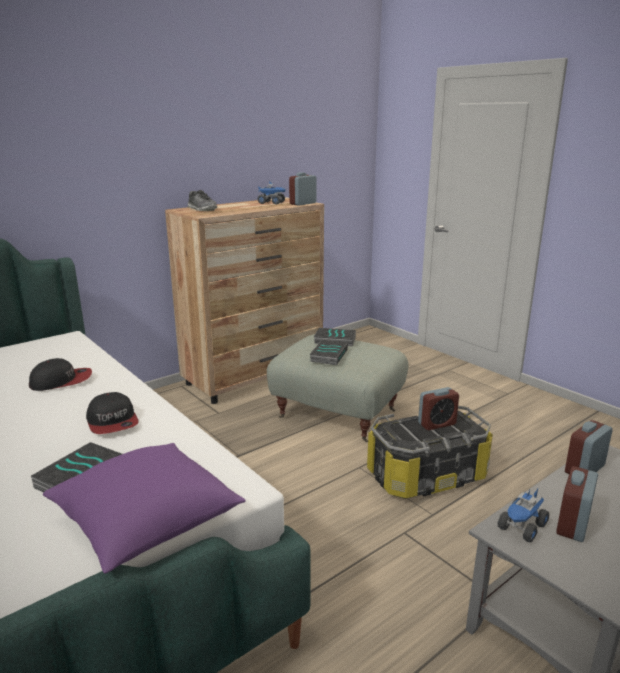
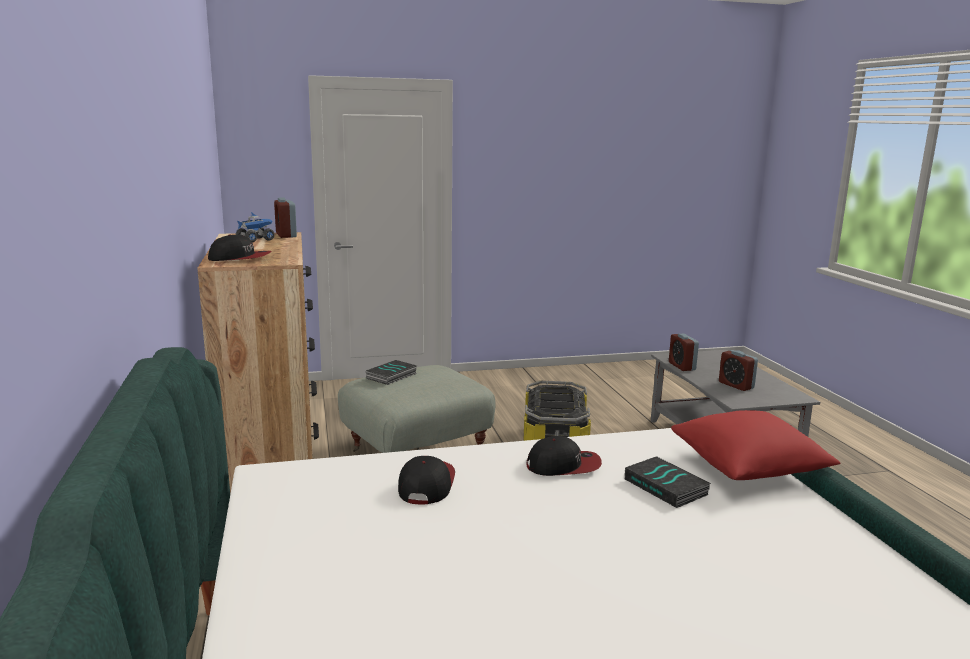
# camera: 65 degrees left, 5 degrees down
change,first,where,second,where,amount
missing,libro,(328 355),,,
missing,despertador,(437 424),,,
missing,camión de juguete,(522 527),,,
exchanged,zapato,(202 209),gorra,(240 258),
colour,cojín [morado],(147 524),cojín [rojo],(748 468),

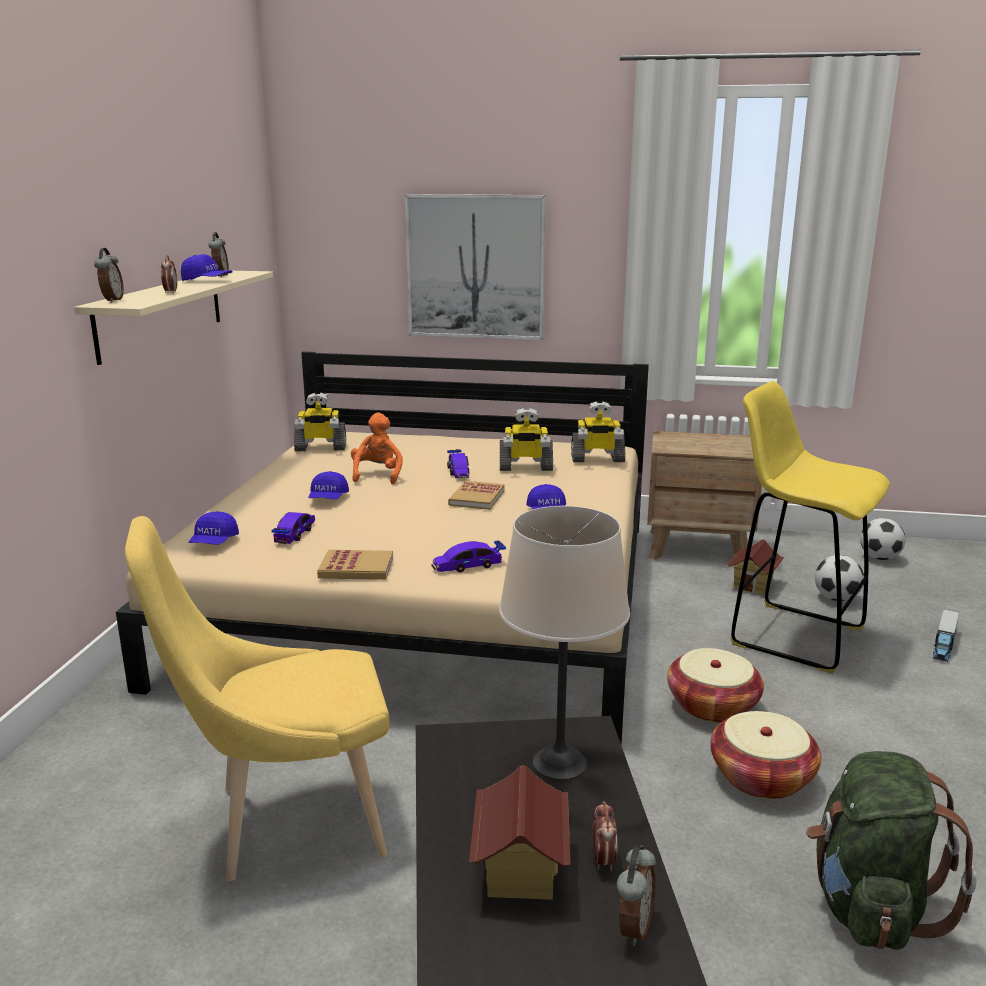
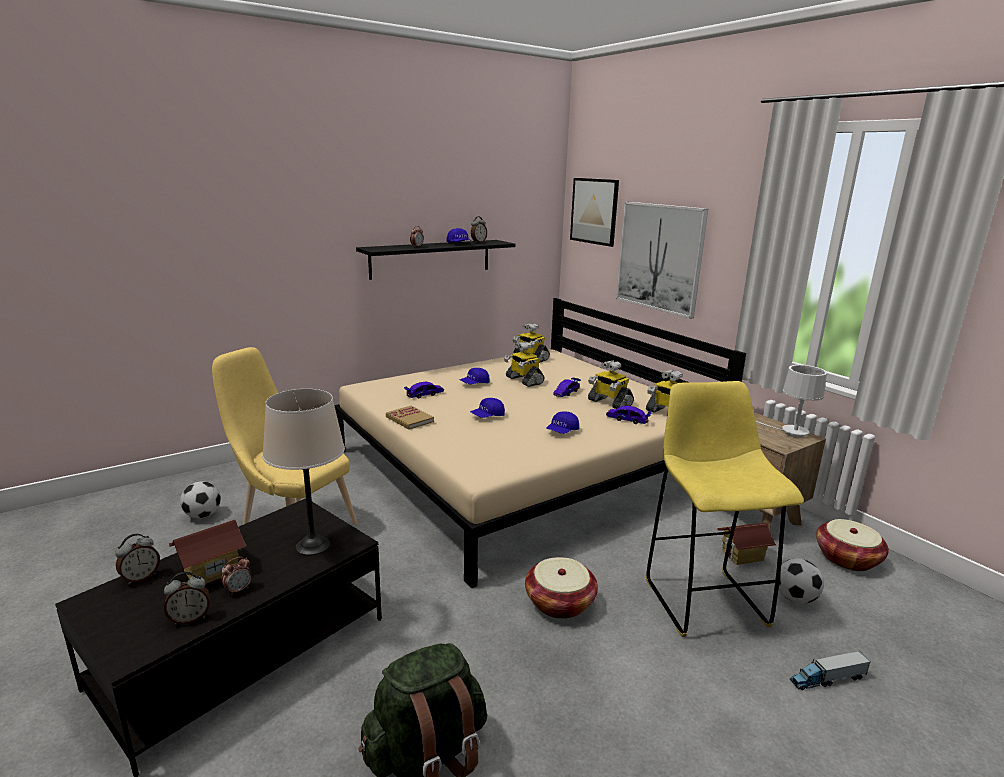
# camera: 45 degrees right, 0 degrees up
change,first,where,second,where,amount
missing,libro,(476 498),,,
appeared,,,cuadro,(594 211),
appeared,,,lámpara de mesa [blanco],(786 431),
relocated,despertador,(112 300),,(141 577),
relocated,gorra [azul],(214 542),,(487 416),
relocated,coche de juguete,(468 566),,(627 420),
relocated,cesta,(761 777),,(847 559),
relocated,balón de fútbol,(879 558),,(203 515),
exchanged,peluche [naranja],(377 475),robot de juguete,(523 380),
colour,estante [beis],(161 313),estante [negro],(431 258),

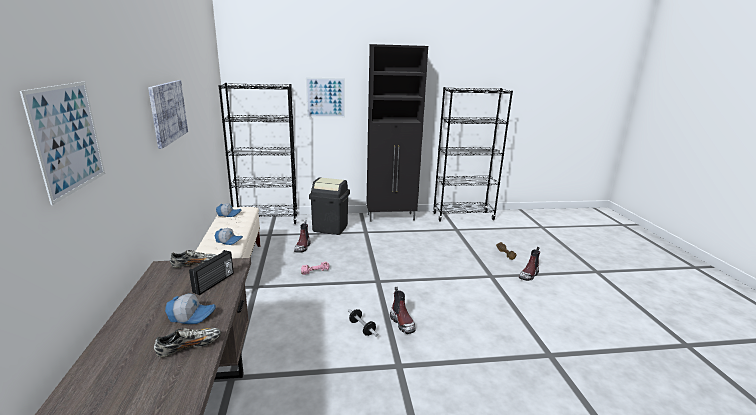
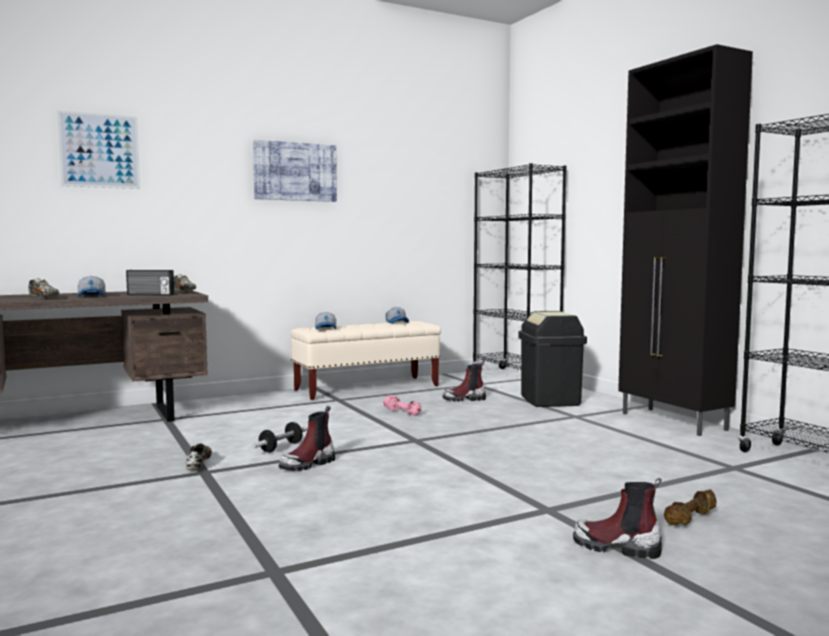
# camera: 70 degrees right, 15 degrees down
change,first,where,second,where,amount
missing,cuadro,(325 97),,,
appeared,,,zapato,(199 464),

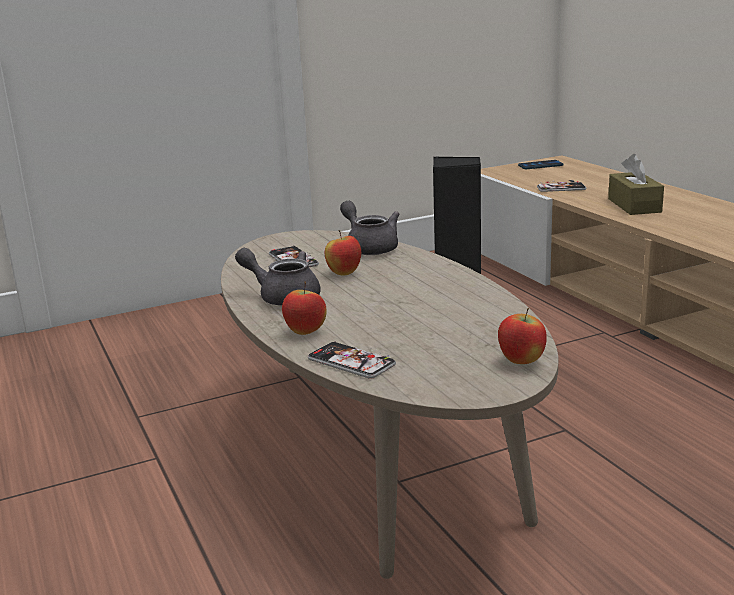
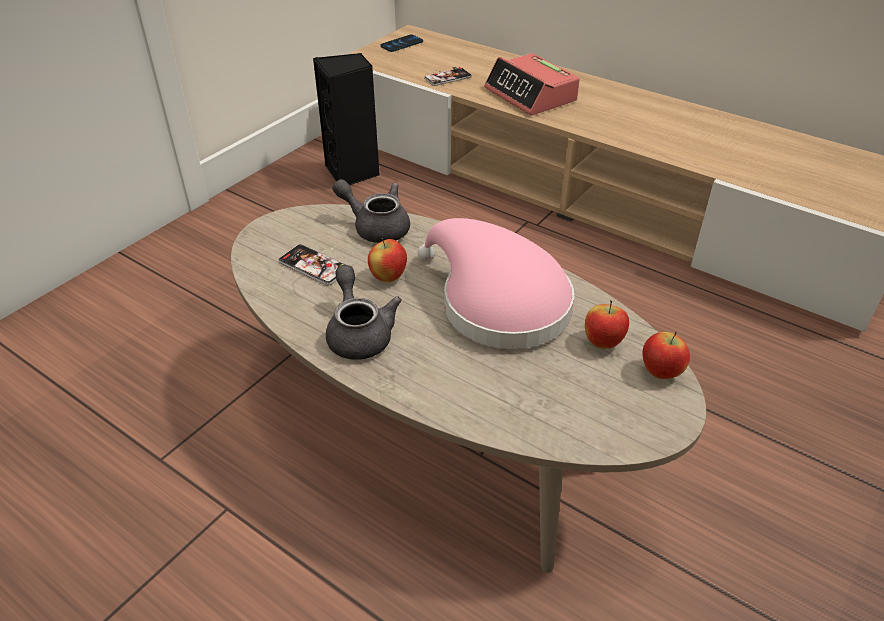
# camera: 30 degrees left, 20 degrees up
change,first,where,second,where,amount
missing,móvil,(351 362),,,
appeared,,,sombrero [rosa],(497 303),
relocated,manzana,(305 332),,(603 343),
exchanged,caja de pañuelos [marrón],(634 205),despertador,(531 95),
spun,tetera [gris],(283 297),,(359 333),75 degrees clockwise

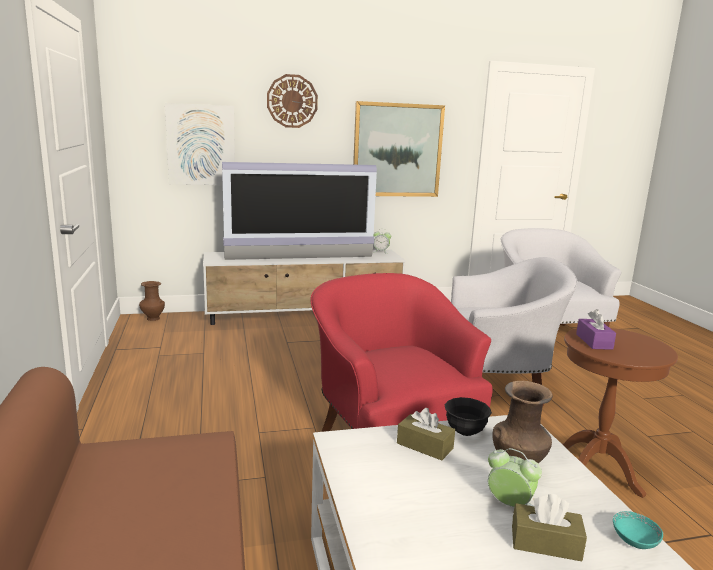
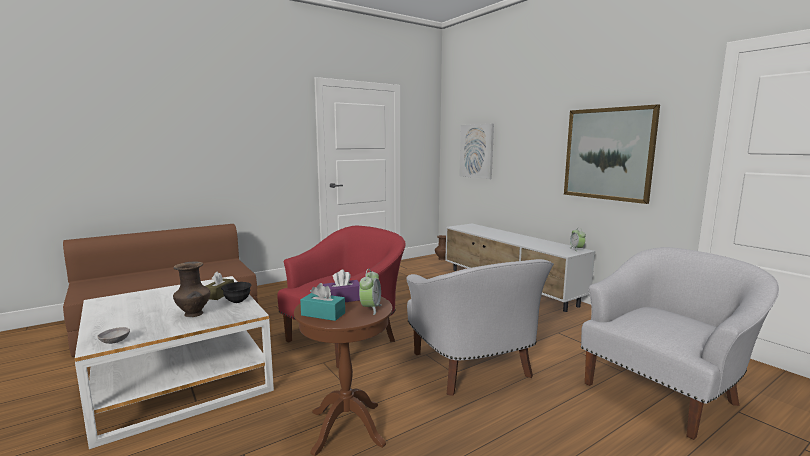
# camera: 70 degrees right, 5 degrees down
change,first,where,second,where,amount
missing,televisor,(300 258),,,
missing,reloj de pared,(292 101),,,
missing,caja de pañuelos [marrón],(545 543),,,
appeared,,,caja de pañuelos [turquesa],(323 314),
relocated,despertador,(509 504),,(370 308),
colour,cuenco [turquesa],(634 541),cuenco [gris],(115 341),

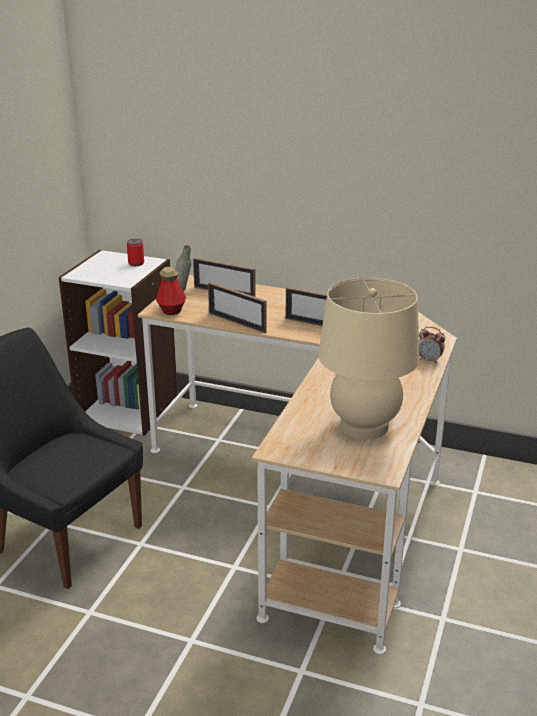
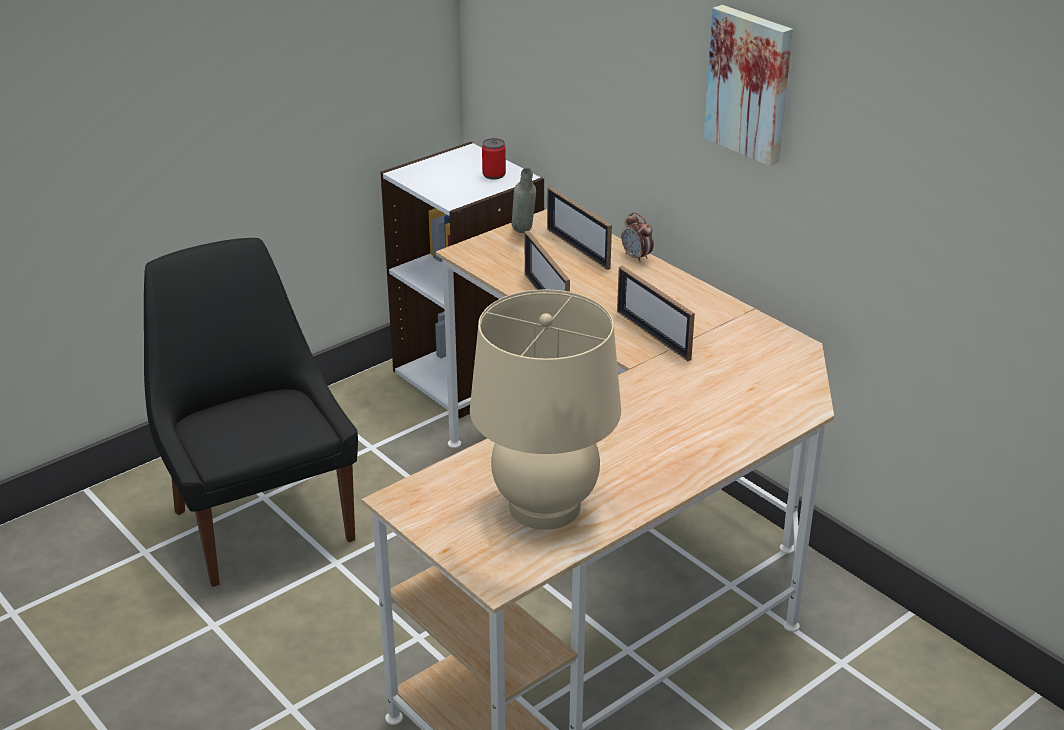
# camera: 30 degrees right, 5 degrees up
change,first,where,second,where,amount
missing,botella,(171 310),,,
appeared,,,cuadro,(750 84),
relocated,despertador,(429 360),,(636 257),

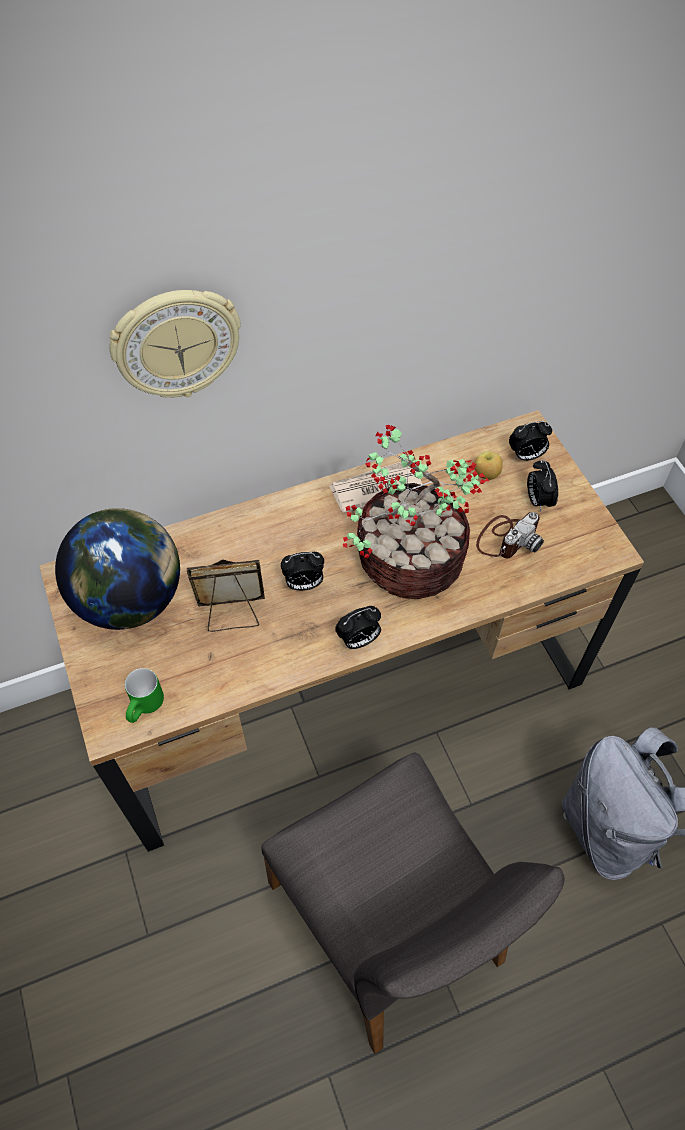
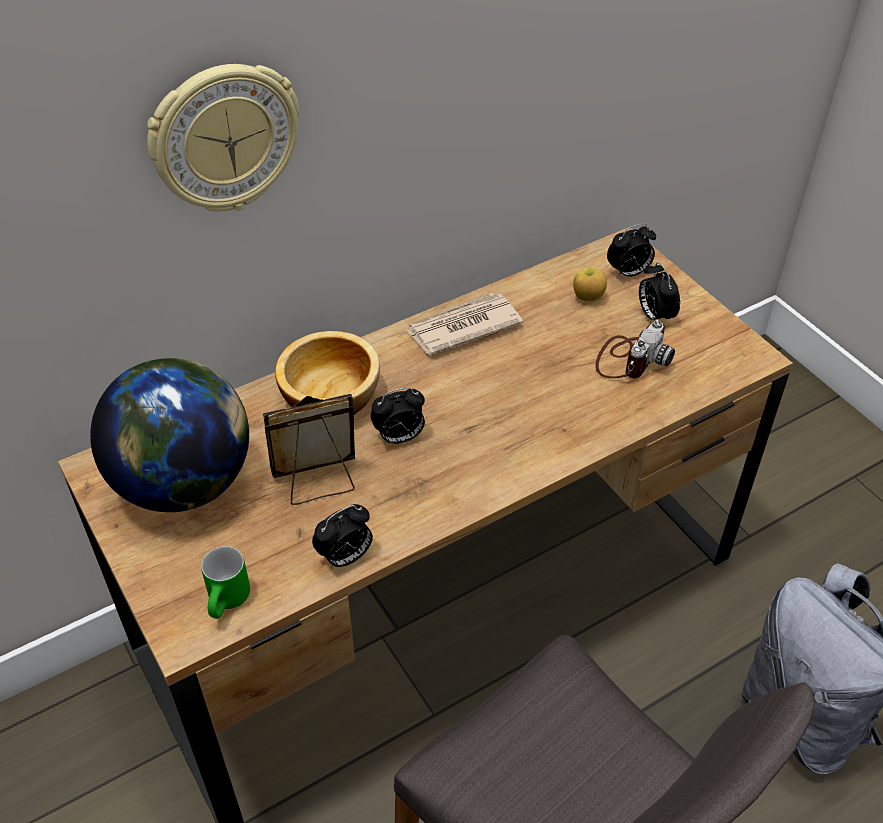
# camera: 10 degrees left, 10 degrees down
change,first,where,second,where,amount
missing,planta en maceta,(406 560),,,
appeared,,,cuenco,(331 396),
relocated,despertador,(358 640),,(345 557),

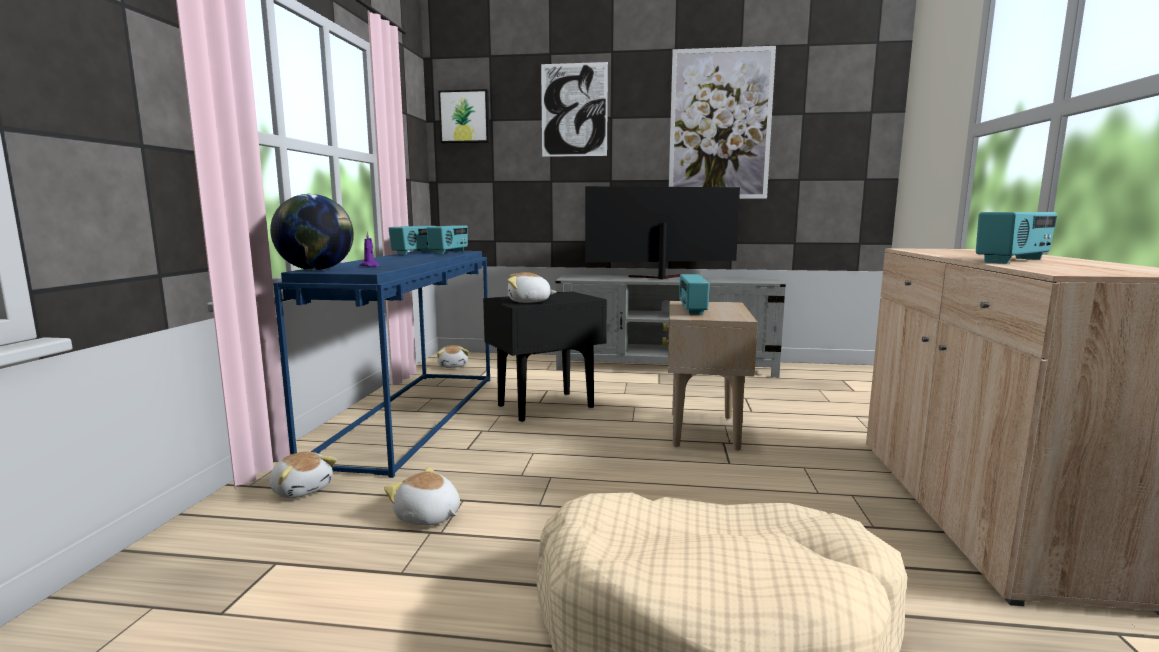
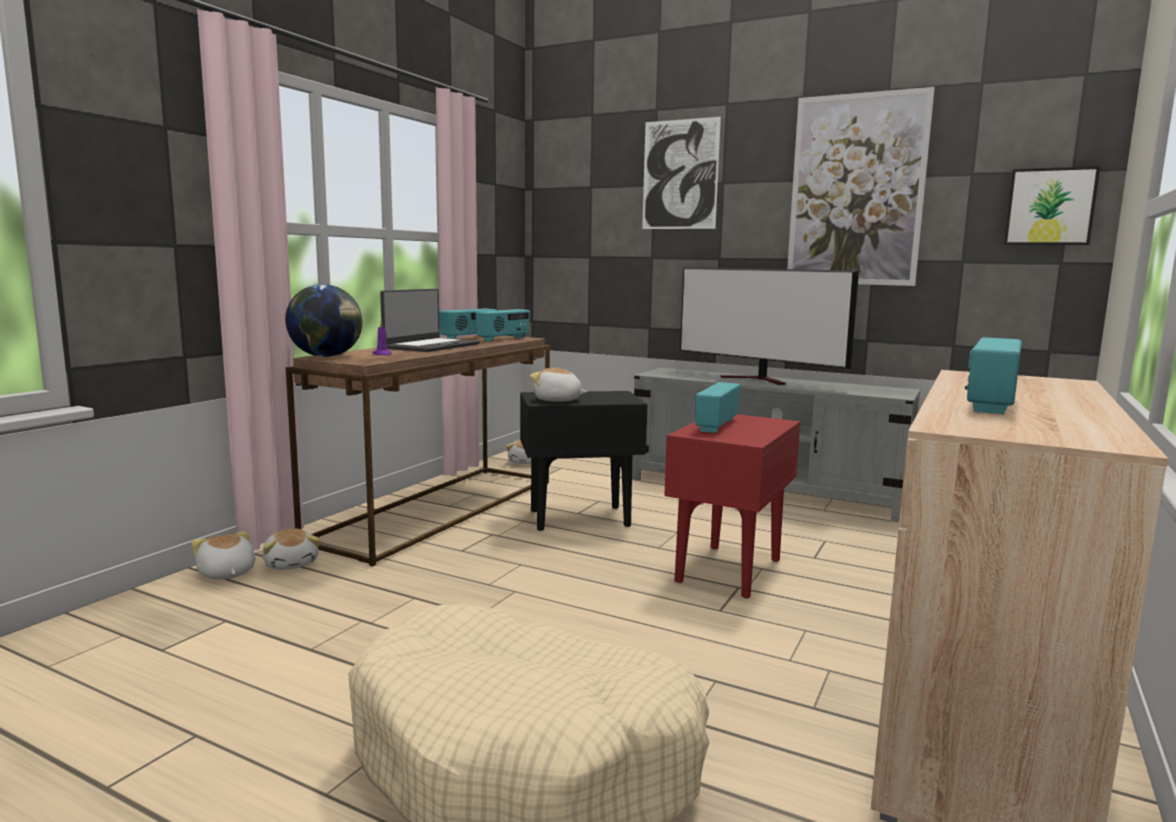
# camera: 20 degrees right, 0 degrees up
change,first,where,second,where,amount
appeared,,,portátil,(431 346),
relocated,peluche,(427 517),,(226 574),
relocated,cuadro,(465 117),,(1050 207),
colour,mesa consola [azul],(411 415),mesa consola [marrón],(439 509),
colour,mesa auxiliar [beis],(703 432),mesa auxiliar [rojo],(727 571),
spun,televisor,(657 278),,(759 380),150 degrees counterclockwise
spun,radio,(1014 261),,(989 404),135 degrees clockwise

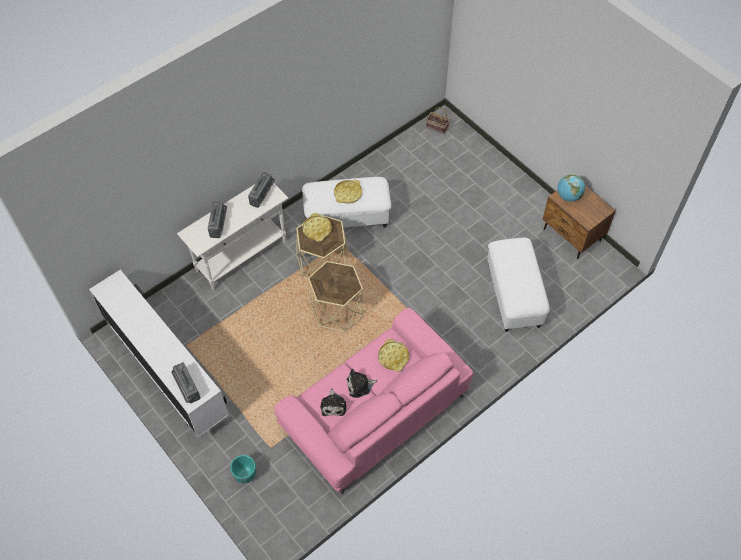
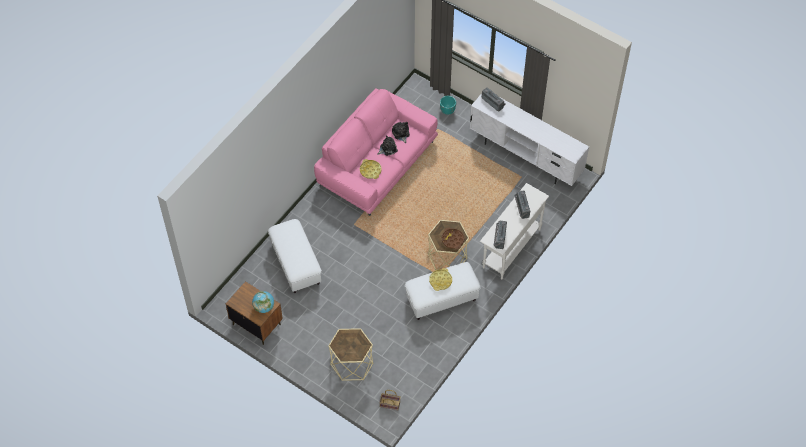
# camera: 165 degrees right, 0 degrees up
change,first,where,second,where,amount
relocated,mesa auxiliar [beis],(337 310),,(351 364),
colour,bandeja [amarillo],(317 229),bandeja [marrón],(452 240),

